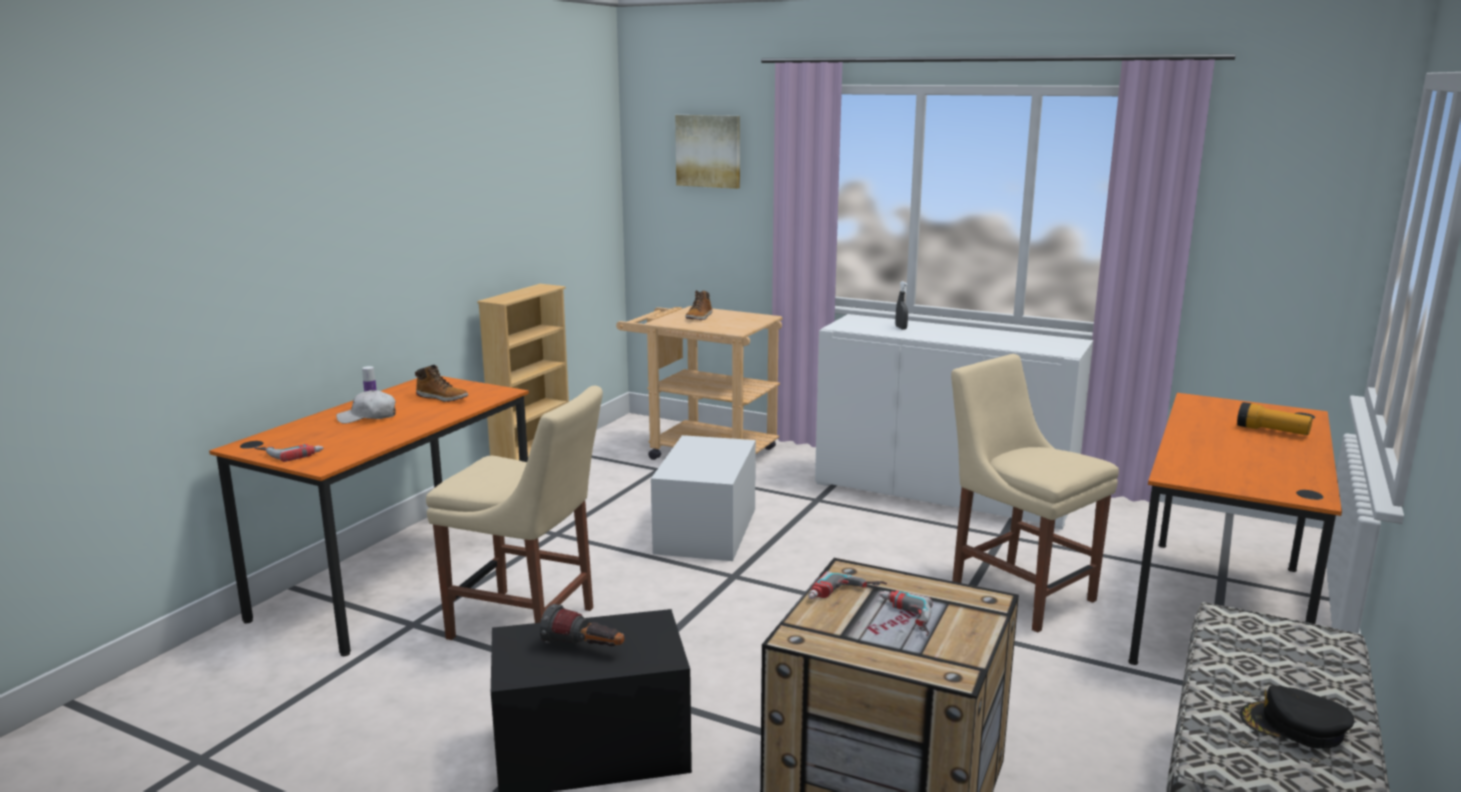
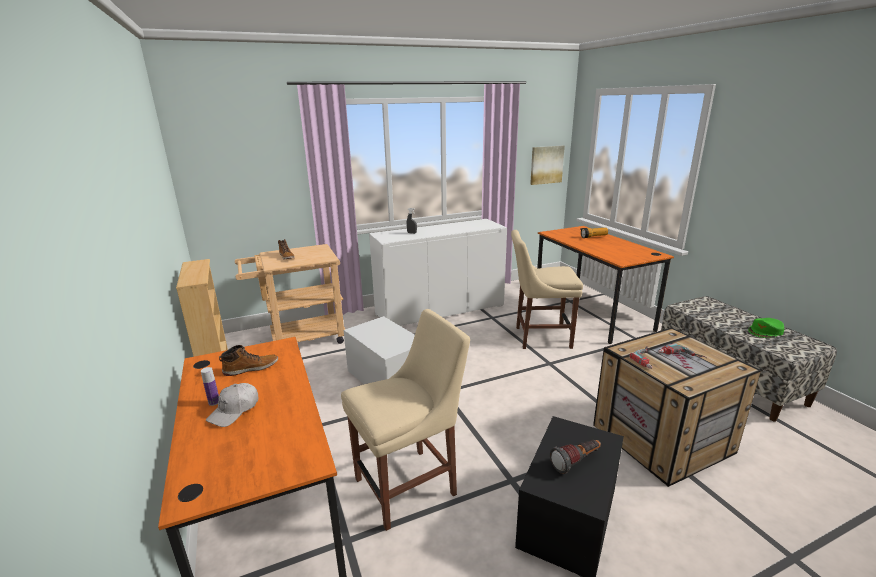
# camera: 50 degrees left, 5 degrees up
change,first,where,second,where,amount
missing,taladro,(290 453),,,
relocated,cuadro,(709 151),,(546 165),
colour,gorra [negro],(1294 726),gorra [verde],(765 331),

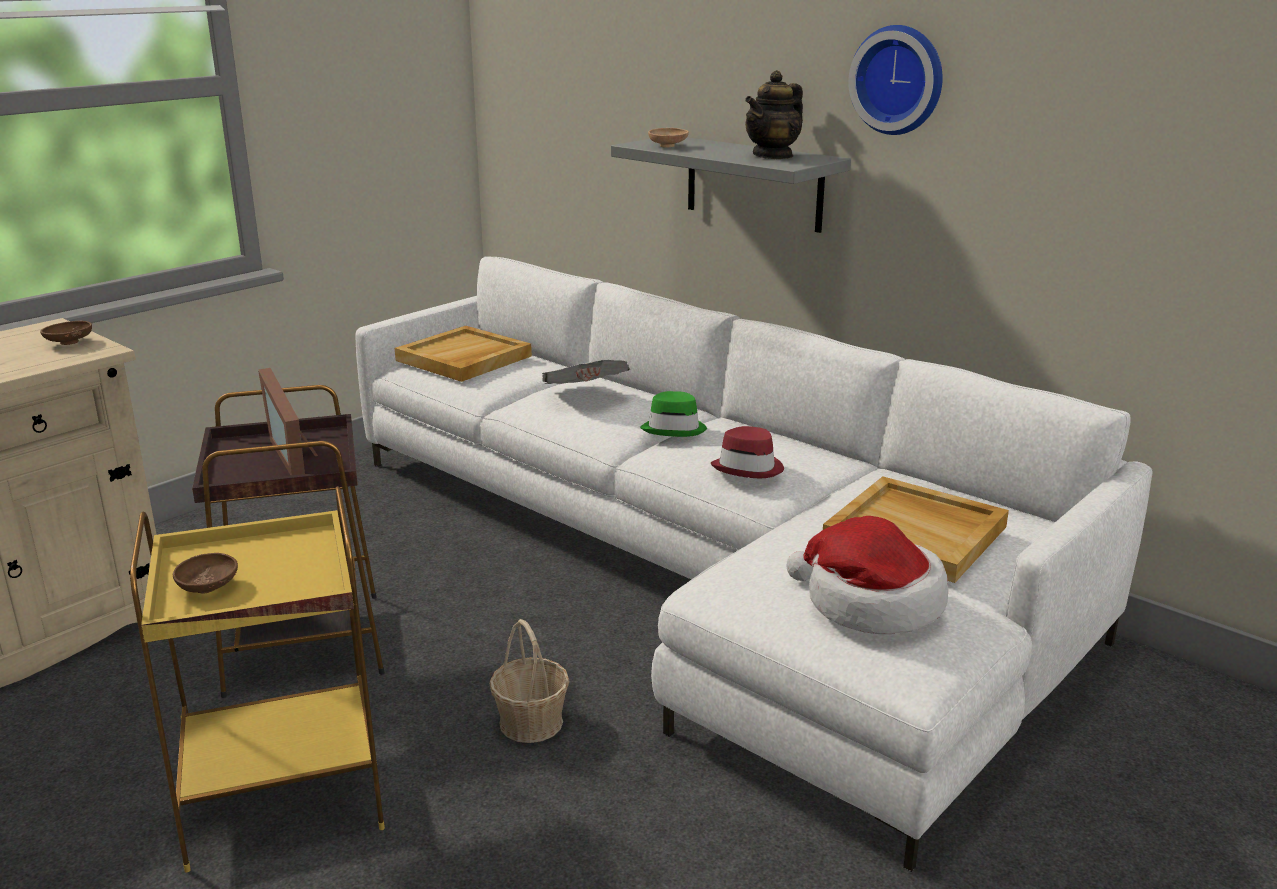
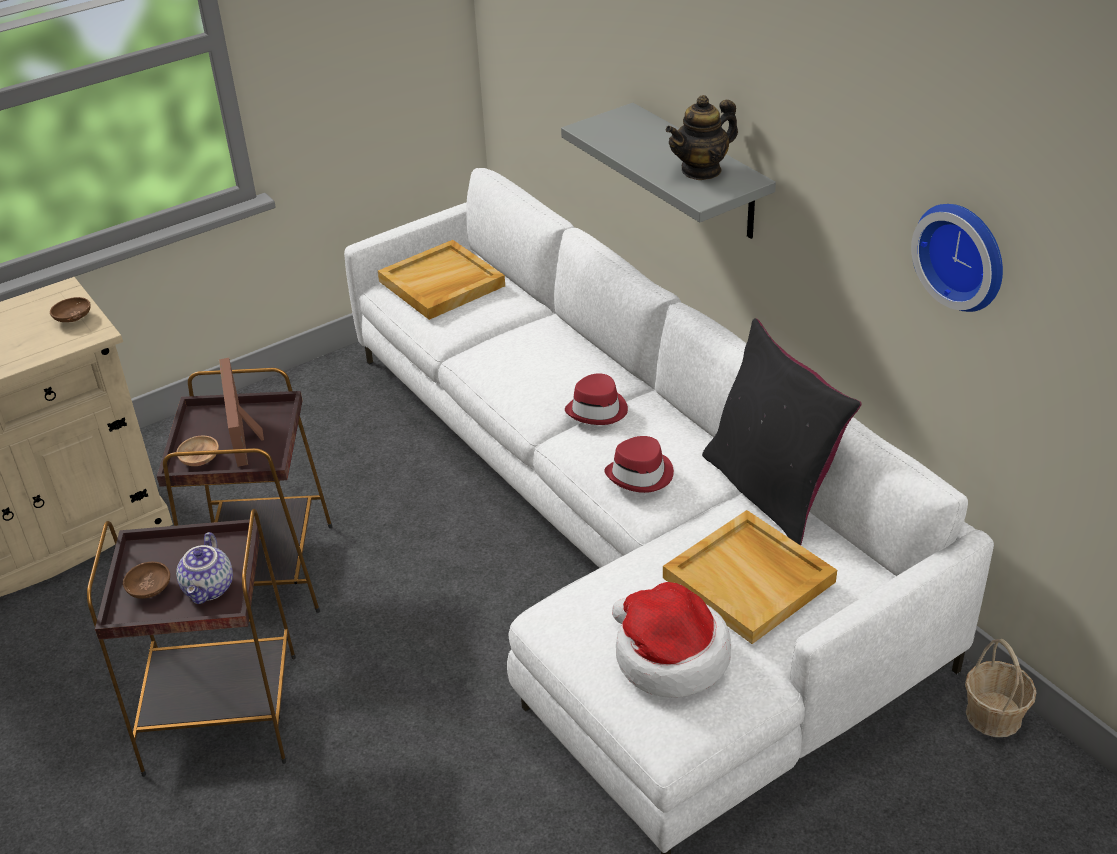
# camera: 15 degrees right, 15 degrees up
change,first,where,second,where,amount
missing,periódico,(585 396),,,
appeared,,,tetera,(210 589),
appeared,,,cojín [negro],(771 491),
relocated,cesta,(531 722),,(993 715),
relocated,cuenco [marrón],(668 146),,(200 460),
relocated,reloj de pared,(899 80),,(964 254),
colour,mesa auxiliar [amarillo],(286 789),mesa auxiliar [marrón],(223 714),
colour,sombrero [verde],(674 429),sombrero [rojo],(598 410),

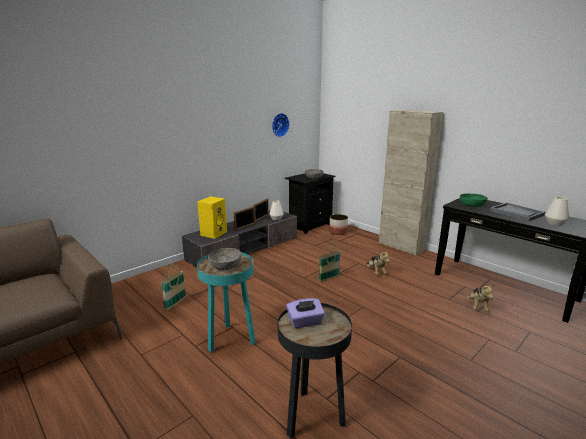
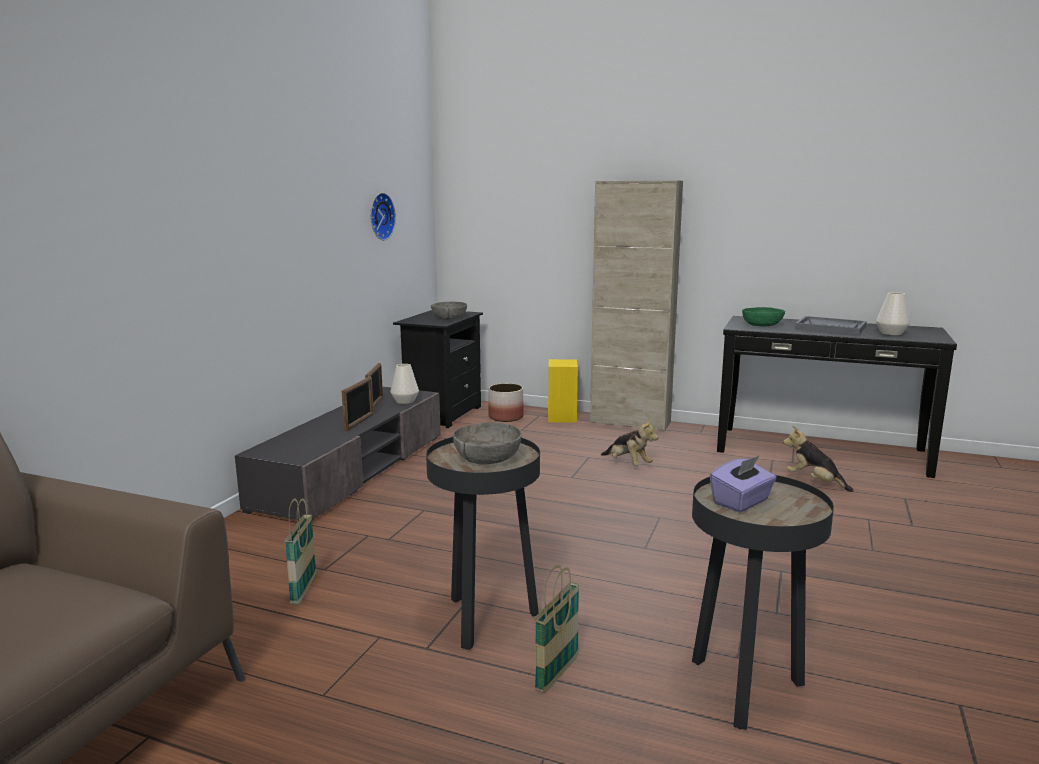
# camera: 25 degrees left, 5 degrees down
change,first,where,second,where,amount
relocated,altavoz [amarillo],(213 233),,(561 417),
relocated,cesta,(329 278),,(557 674),
colour,mesa auxiliar [turquesa],(230 340),mesa auxiliar [negro],(485 620),
spun,peluche,(477 306),,(814 482),150 degrees clockwise

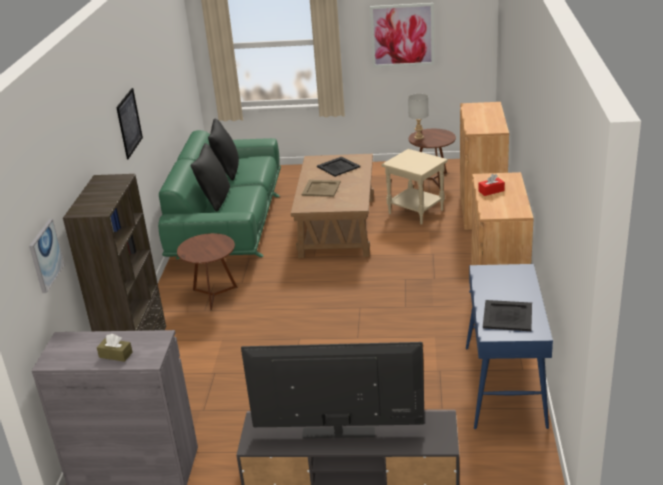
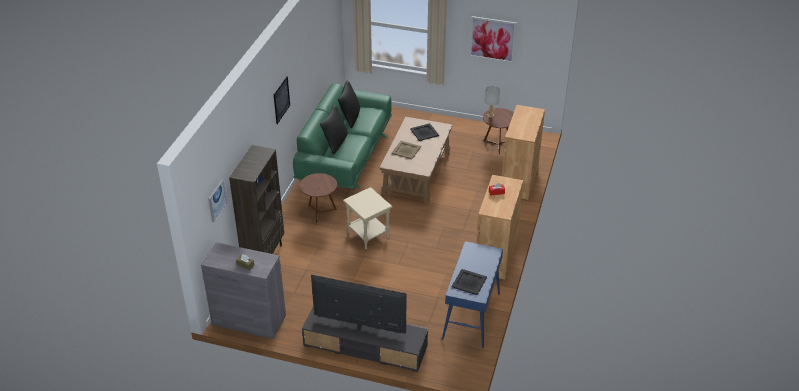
# camera: 10 degrees right, 10 degrees up
change,first,where,second,where,amount
relocated,mesa auxiliar [beis],(414 212),,(367 235),

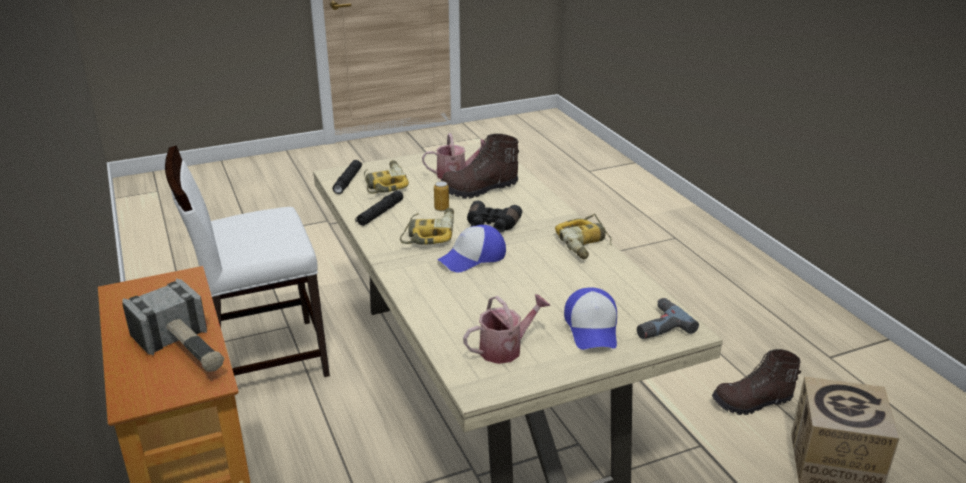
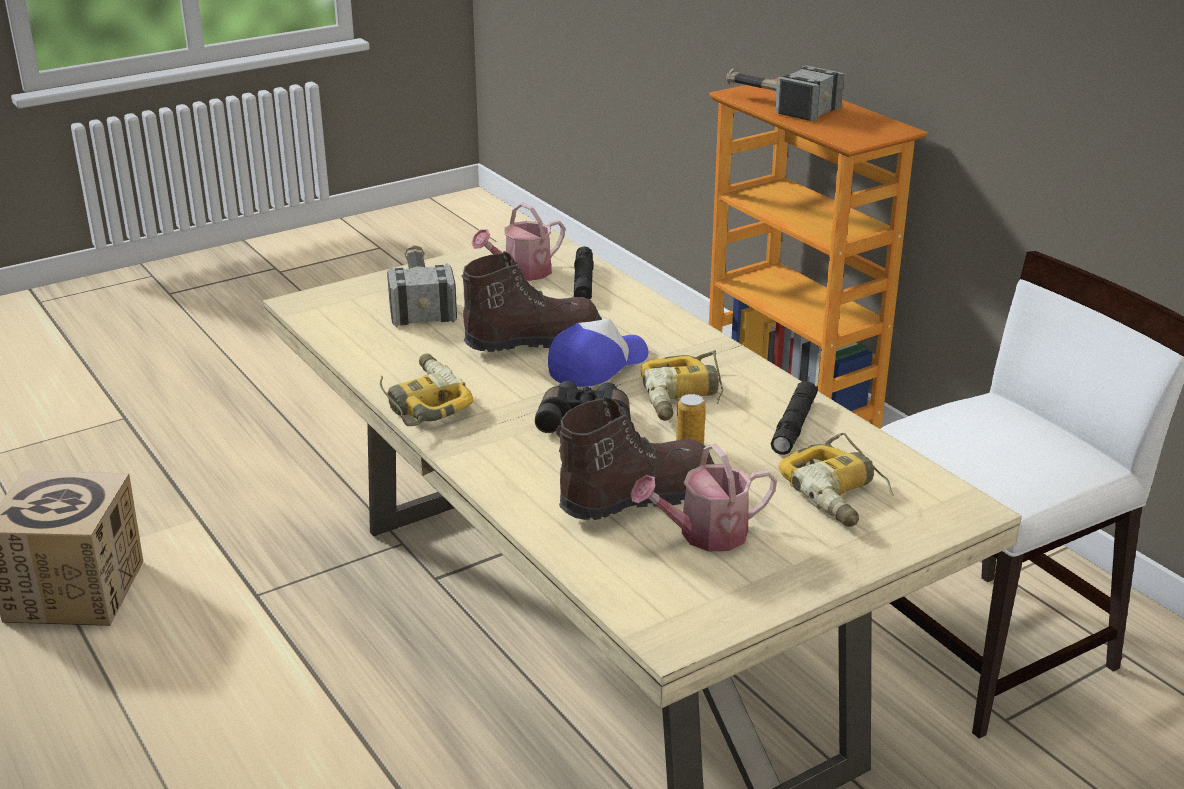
# camera: 170 degrees right, 0 degrees up
change,first,where,second,where,amount
missing,taladro,(657 325),,,
relocated,linterna [negro],(348 181),,(583 283),
relocated,bota [marrón],(752 402),,(532 341),
exchanged,gorra,(592 328),martillo,(420 297),

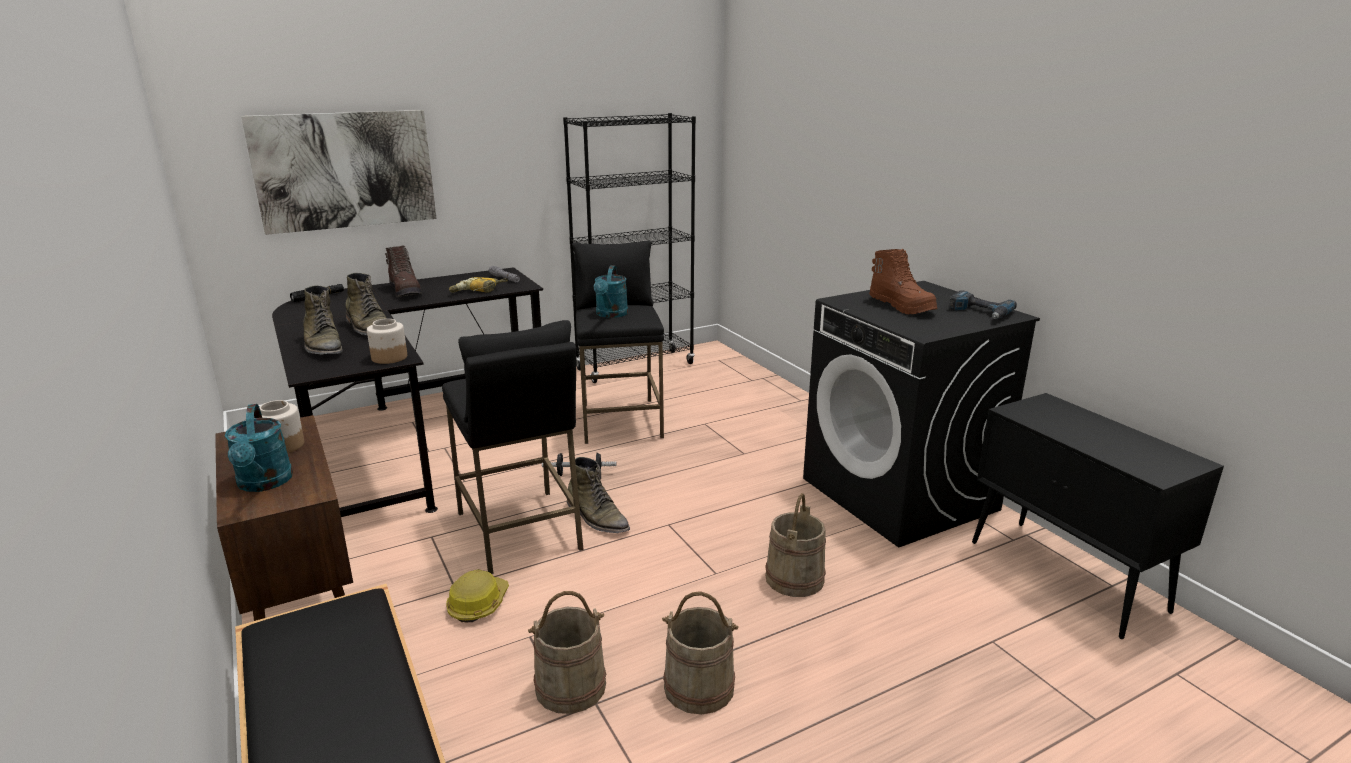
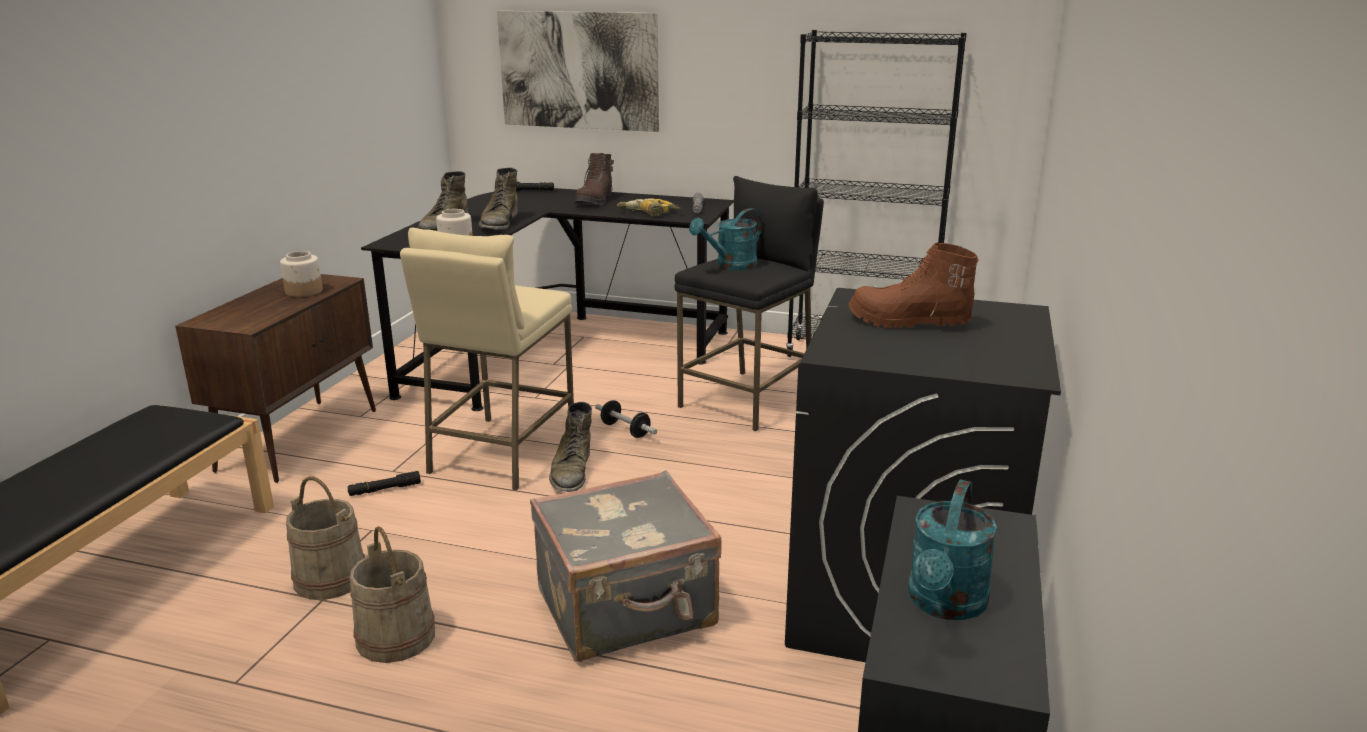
# camera: 45 degrees right, 0 degrees up
change,first,where,second,where,amount
missing,taladro,(979 313),,,
relocated,regadera [turquesa],(264 484),,(944 605),
exchanged,casco,(478 604),linterna [negro],(384 490),
exchanged,cubo [beis],(794 578),maleta [gris],(627 609),
colour,taburete [negro],(520 531),taburete [beis],(502 453),
spun,bota [marrón],(902 306),,(908 322),90 degrees clockwise

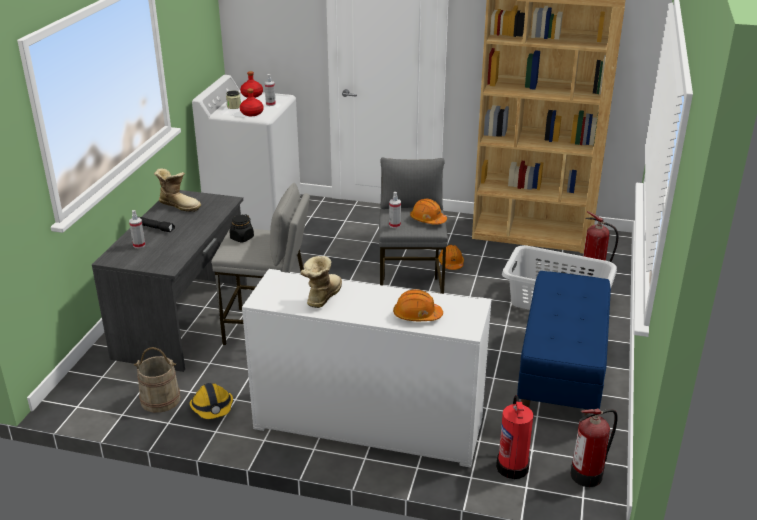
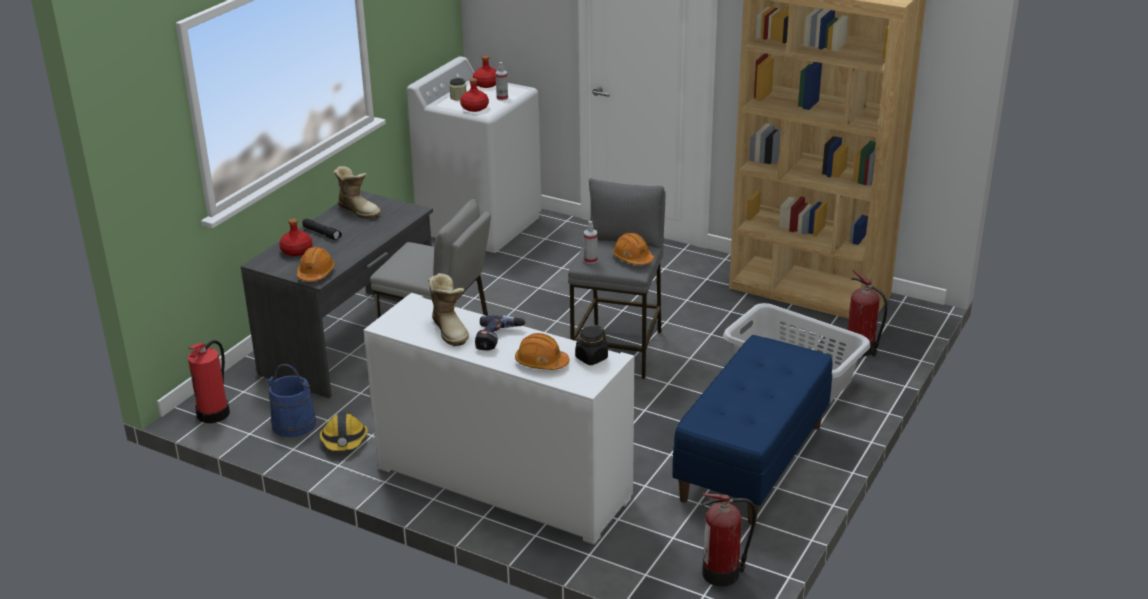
# camera: 15 degrees right, 0 degrees up
change,first,where,second,where,amount
appeared,,,taladro,(498 338),
relocated,tarro [negro],(242 238),,(591 358),
relocated,casco [naranja],(451 263),,(316 273),
relocated,extintor,(512 466),,(214 413),
exchanged,pulverizador,(139 245),botella [rojo],(297 251),
colour,cubo [beis],(160 399),cubo [azul],(294 424),
spun,bota,(321 297),,(451 330),120 degrees clockwise

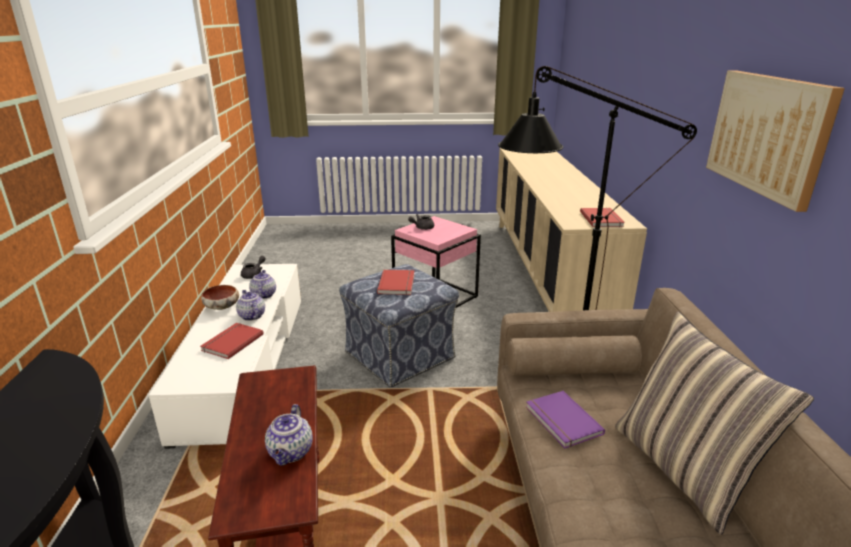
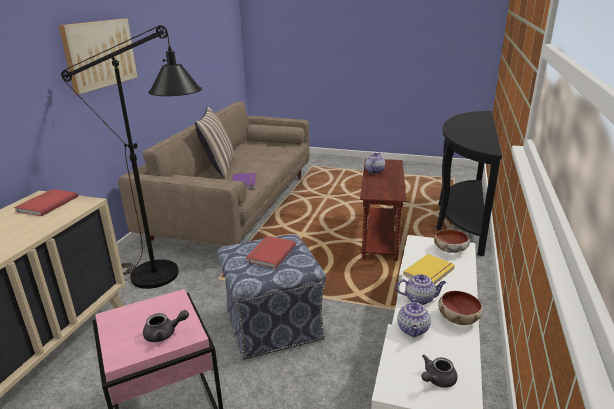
# camera: 160 degrees left, 0 degrees up
change,first,where,second,where,amount
appeared,,,cuenco,(450 250),
colour,libro [rojo],(231 342),libro [amarillo],(430 272),
spun,tetera,(251 316),,(420 299),75 degrees counterclockwise

